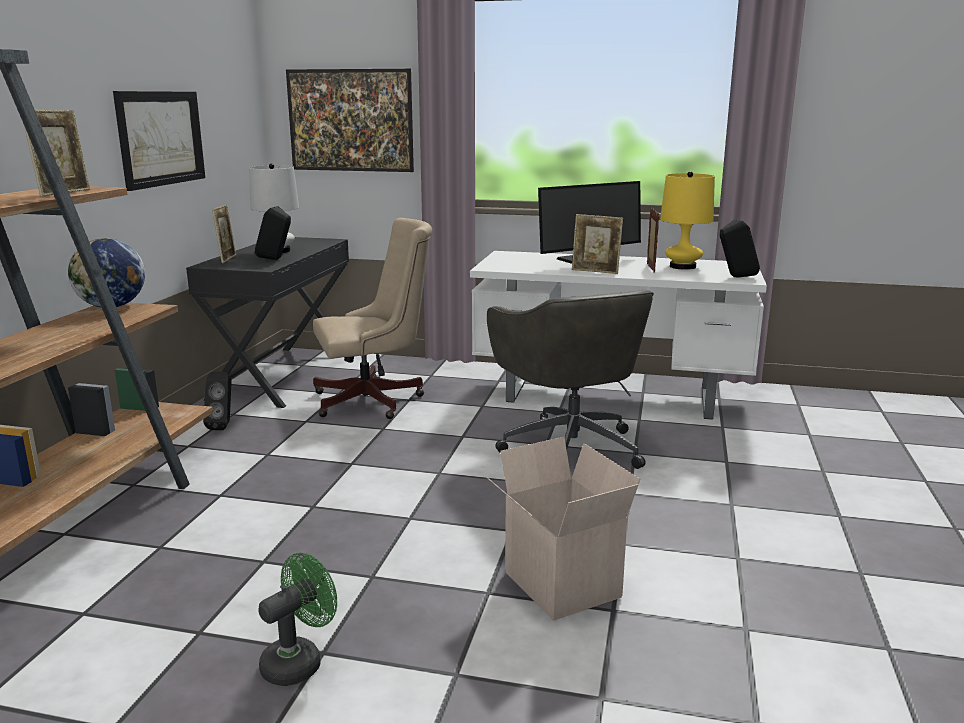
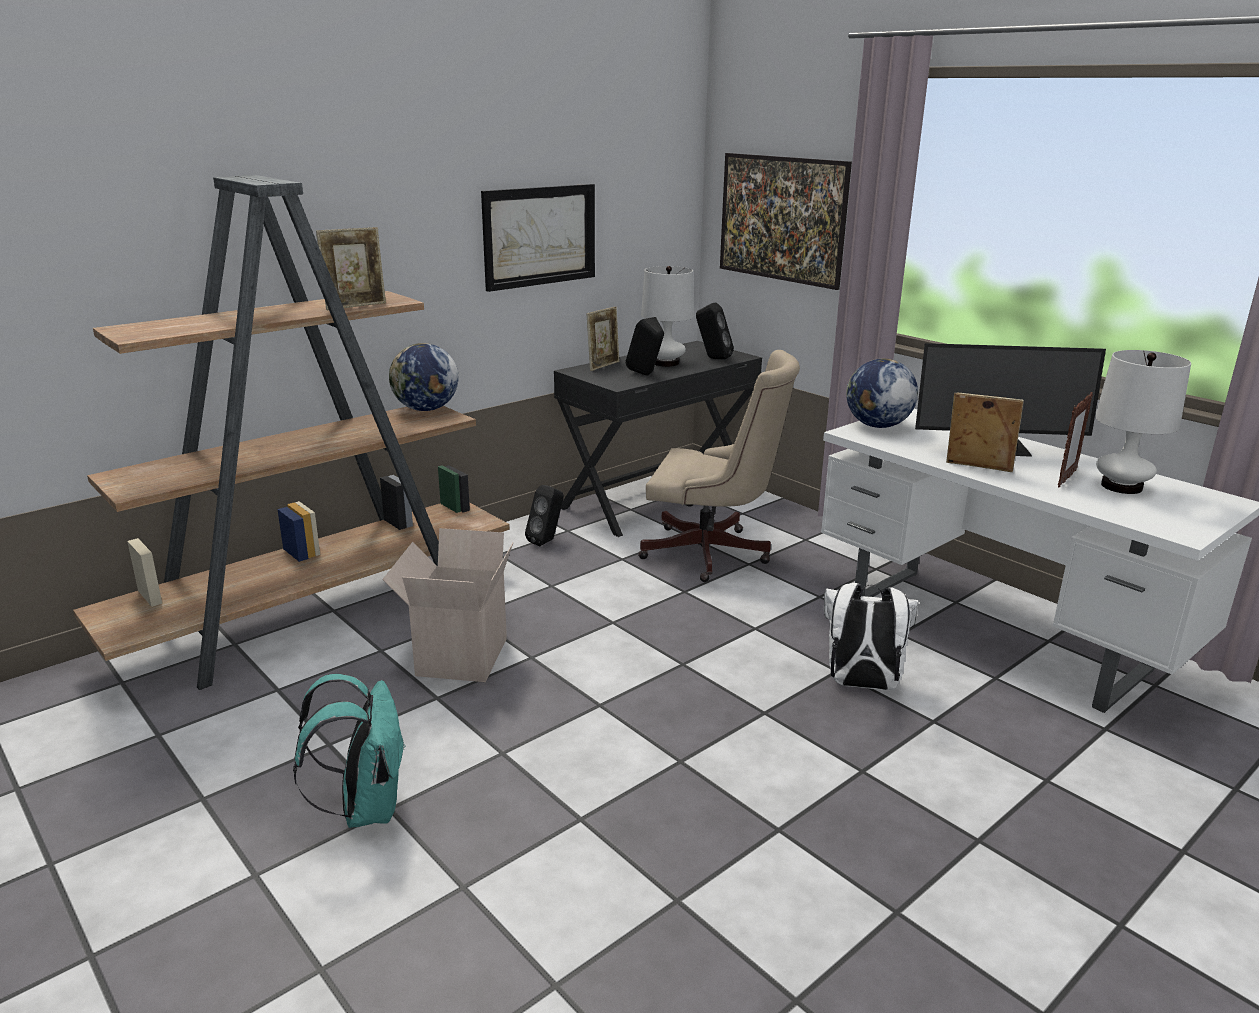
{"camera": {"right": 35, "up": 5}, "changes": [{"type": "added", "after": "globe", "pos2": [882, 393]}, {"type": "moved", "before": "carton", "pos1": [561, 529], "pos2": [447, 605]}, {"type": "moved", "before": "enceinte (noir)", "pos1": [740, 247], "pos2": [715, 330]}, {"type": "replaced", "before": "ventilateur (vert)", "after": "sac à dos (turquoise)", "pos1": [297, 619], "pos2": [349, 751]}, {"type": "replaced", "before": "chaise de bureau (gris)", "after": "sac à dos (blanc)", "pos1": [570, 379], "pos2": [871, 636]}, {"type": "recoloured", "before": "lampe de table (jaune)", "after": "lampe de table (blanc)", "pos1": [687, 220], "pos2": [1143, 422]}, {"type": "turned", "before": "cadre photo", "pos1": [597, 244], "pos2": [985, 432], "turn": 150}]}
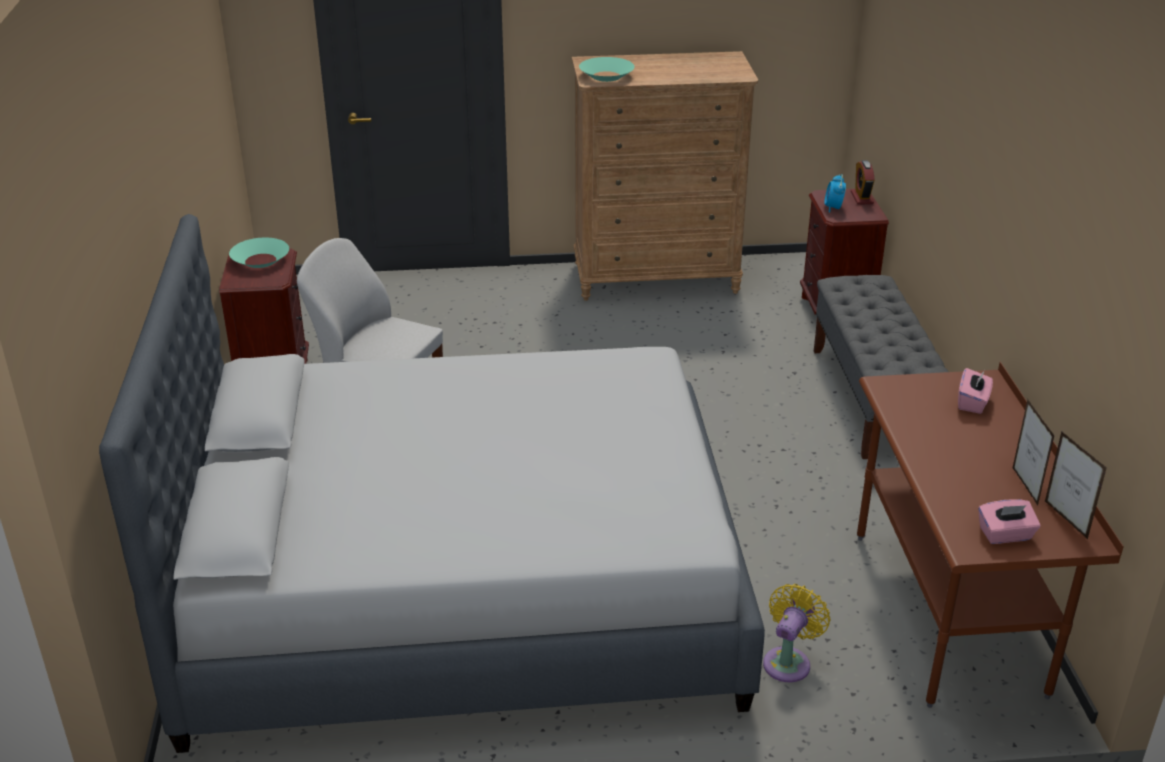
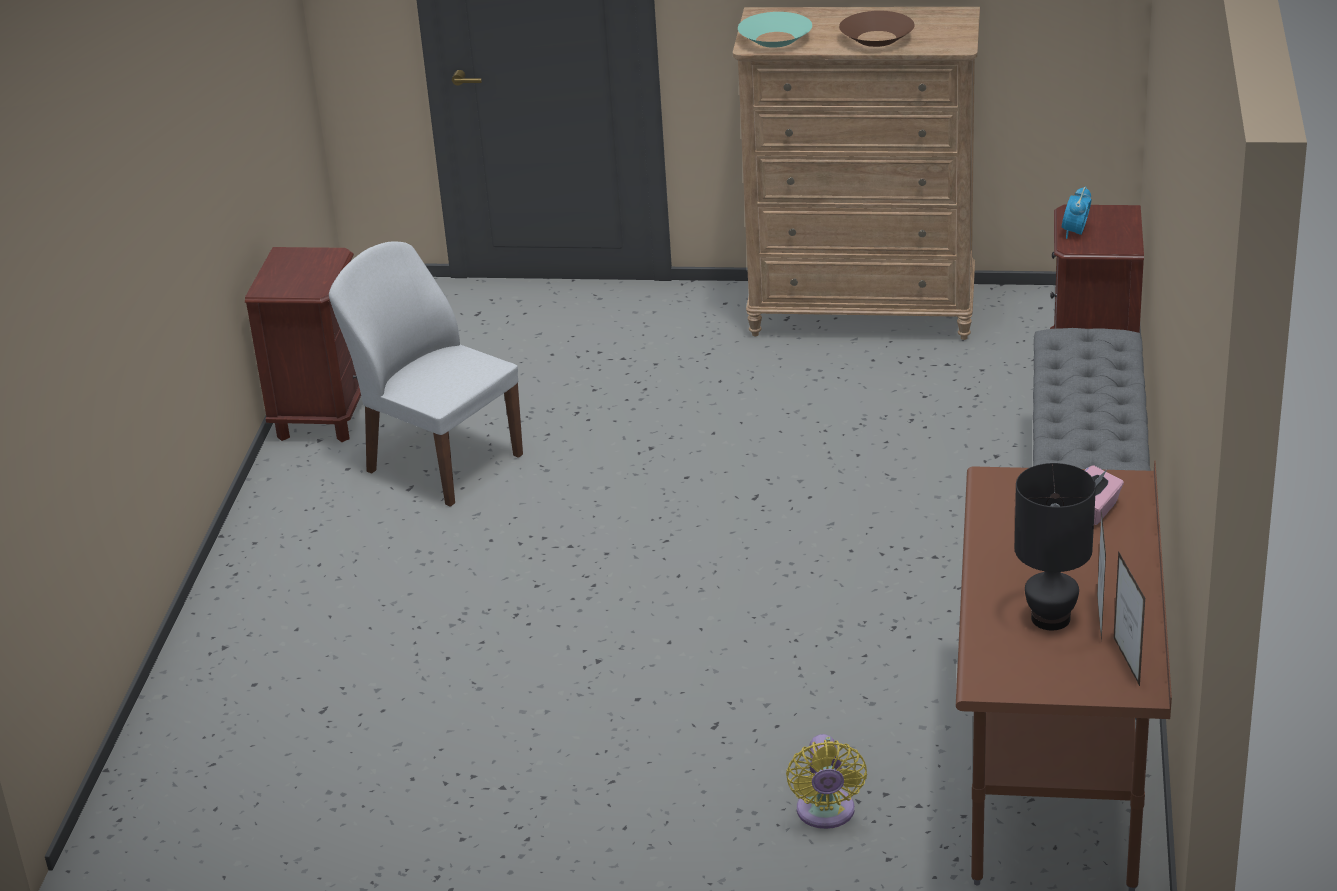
{"camera": {"right": 15, "up": 0}, "changes": [{"type": "removed", "before": "lit (gris)", "pos1": [432, 483]}, {"type": "removed", "before": "bol (turquoise)", "pos1": [259, 253]}, {"type": "removed", "before": "réveil", "pos1": [863, 182]}, {"type": "removed", "before": "boîte à mouchoirs (rose)", "pos1": [1009, 521]}, {"type": "added", "after": "bol (marron)", "pos2": [877, 29]}, {"type": "added", "after": "lampe de table (noir)", "pos2": [1055, 546]}, {"type": "turned", "before": "ventilateur (jaune)", "pos1": [796, 633], "pos2": [826, 781], "turn": 135}]}
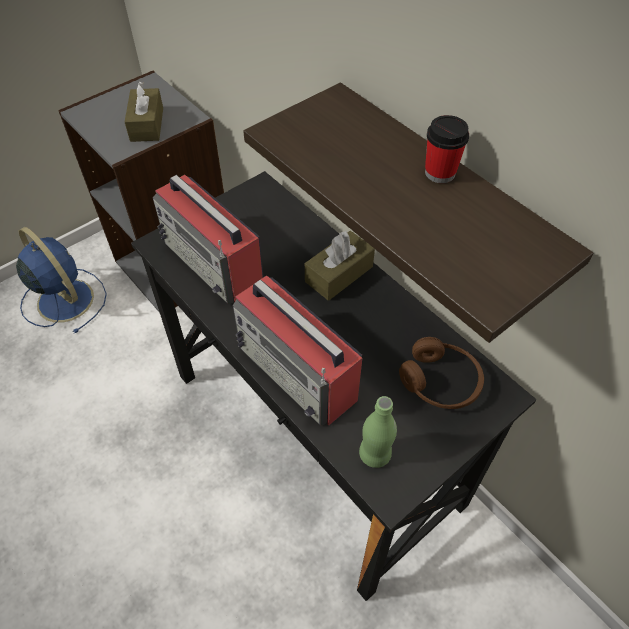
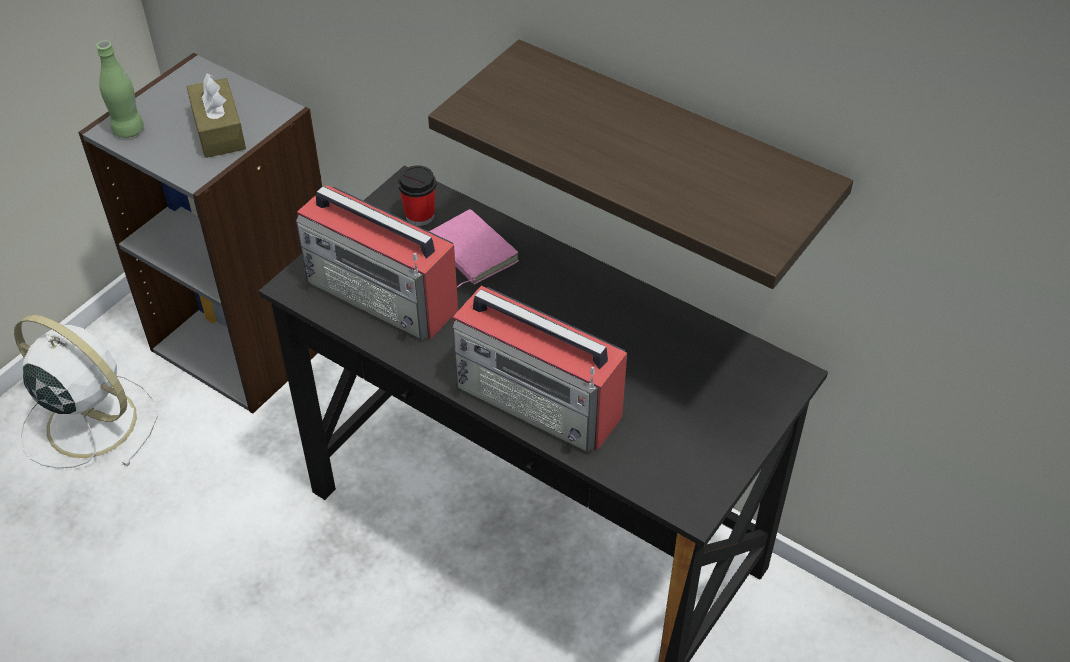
{"camera": {"right": -15, "up": -5}, "changes": [{"type": "removed", "before": "boîte à mouchoirs (marron)", "pos1": [340, 265]}, {"type": "removed", "before": "casque audio (marron)", "pos1": [441, 373]}, {"type": "added", "after": "livre (rose)", "pos2": [474, 248]}, {"type": "moved", "before": "bouteille (vert)", "pos1": [378, 432], "pos2": [120, 89]}, {"type": "moved", "before": "tasse", "pos1": [447, 149], "pos2": [417, 195]}, {"type": "recoloured", "before": "ventilateur (bleu)", "after": "ventilateur (blanc)", "pos1": [61, 280], "pos2": [86, 391]}]}
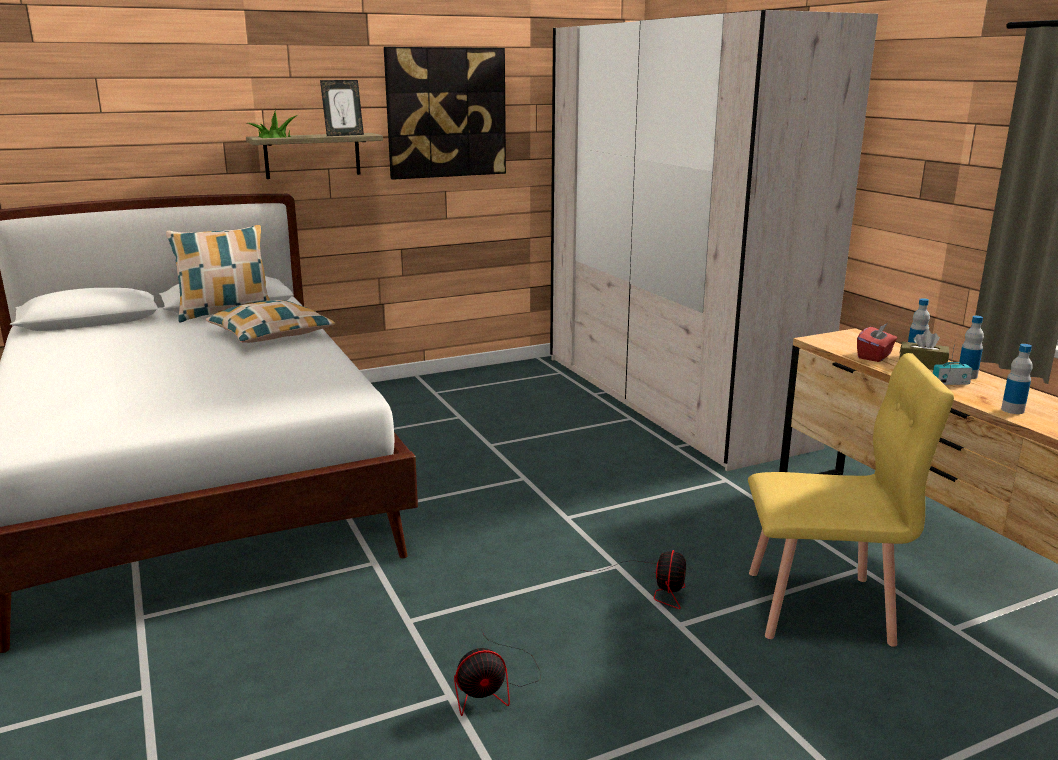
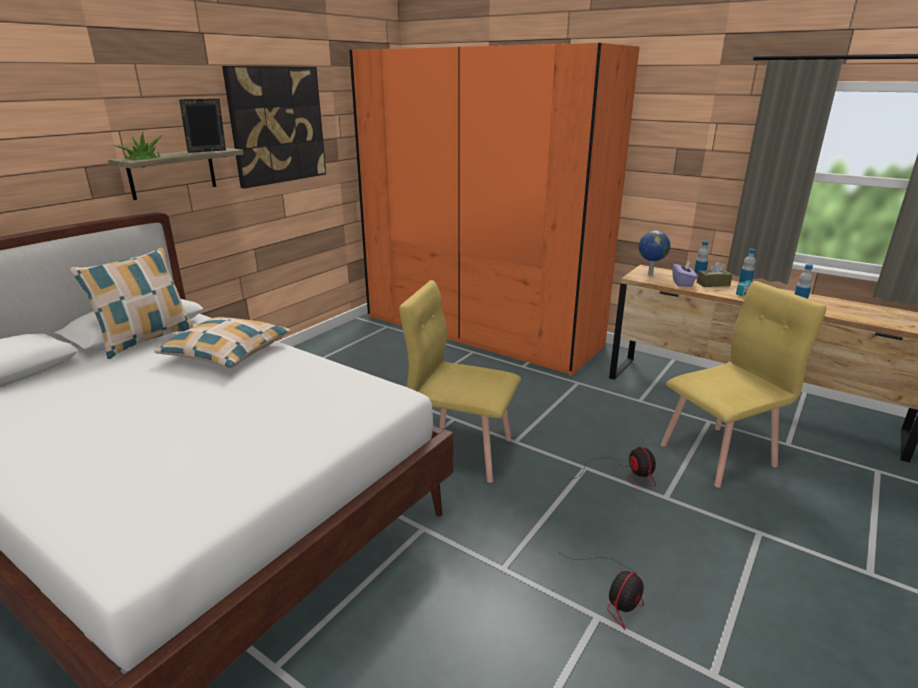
{"camera": {"right": -30, "up": 5}, "changes": [{"type": "added", "after": "chaise (jaune)", "pos2": [460, 381]}, {"type": "added", "after": "globe", "pos2": [654, 253]}, {"type": "recoloured", "before": "armoire (beige)", "after": "armoire (orange)", "pos1": [714, 240], "pos2": [494, 209]}, {"type": "recoloured", "before": "boîte à mouchoirs (rouge)", "after": "boîte à mouchoirs (violet)", "pos1": [877, 342], "pos2": [685, 273]}, {"type": "turned", "before": "cadre photo", "pos1": [342, 108], "pos2": [202, 126], "turn": -150}]}
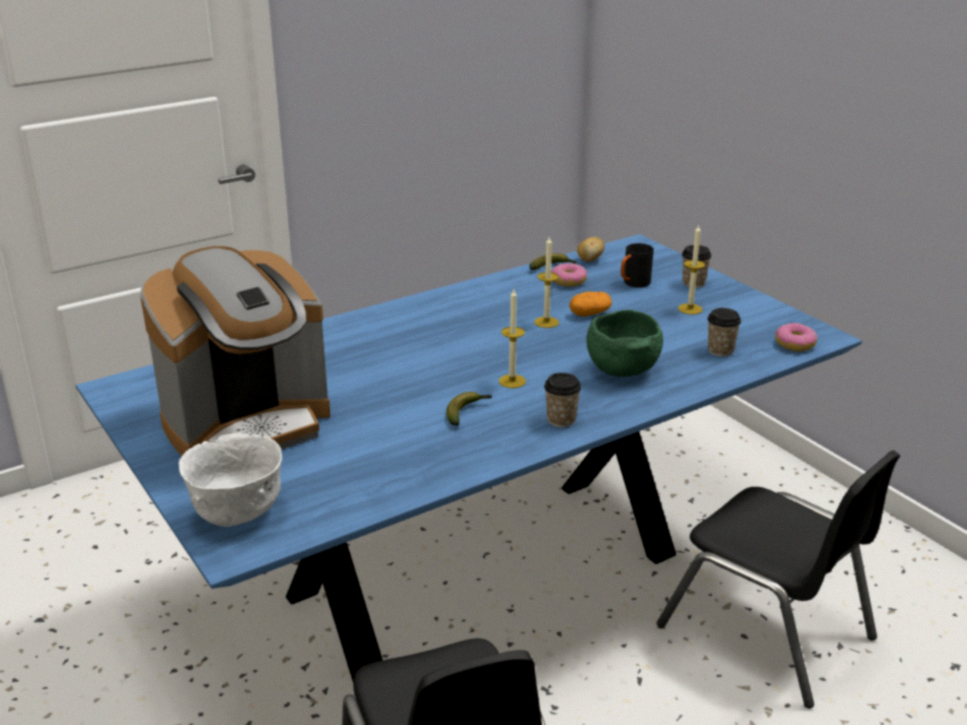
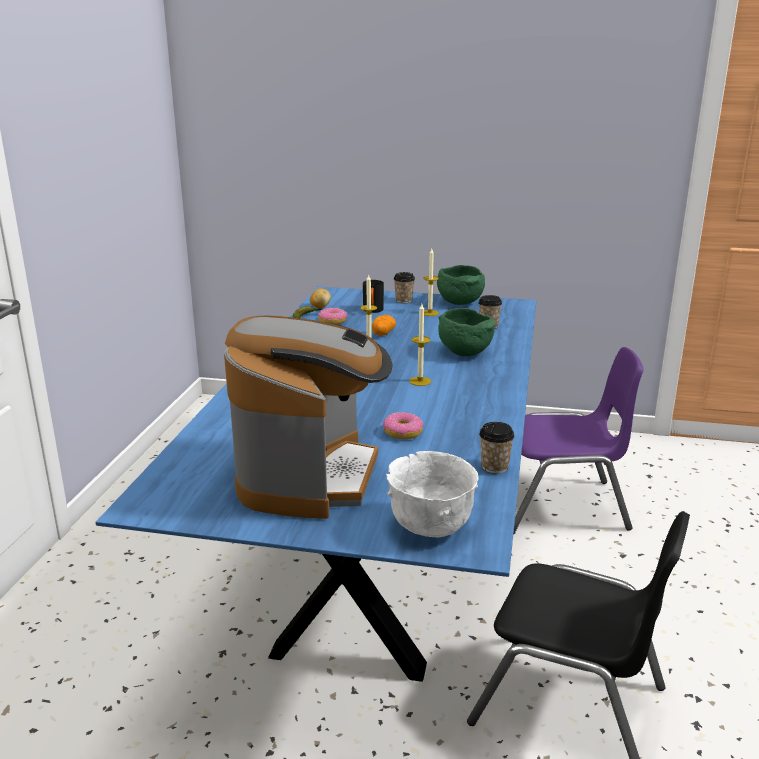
{"camera": {"right": -45, "up": -5}, "changes": [{"type": "removed", "before": "banane", "pos1": [469, 408]}, {"type": "added", "after": "bol (vert)", "pos2": [461, 285]}, {"type": "moved", "before": "tasse", "pos1": [562, 400], "pos2": [497, 448]}, {"type": "moved", "before": "beignet", "pos1": [796, 337], "pos2": [403, 425]}, {"type": "recoloured", "before": "chaise (noir)", "after": "chaise (violet)", "pos1": [778, 579], "pos2": [578, 440]}]}
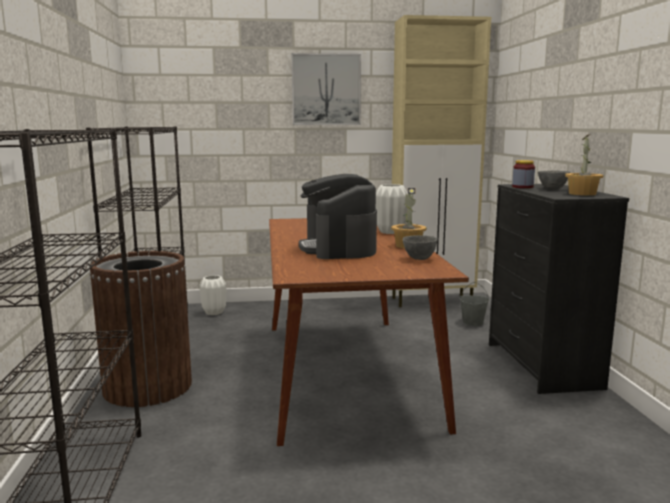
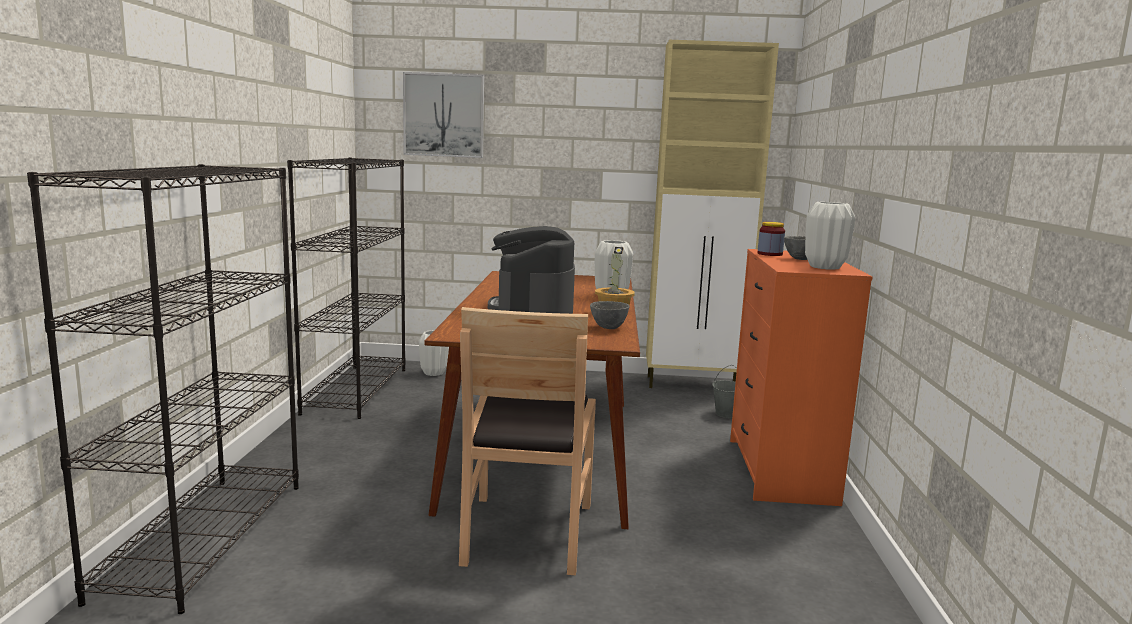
{"camera": {"right": 10, "up": 0}, "changes": [{"type": "removed", "before": "poubelle (marron)", "pos1": [140, 329]}, {"type": "added", "after": "chaise (marron)", "pos2": [527, 441]}, {"type": "moved", "before": "tableau", "pos1": [326, 89], "pos2": [443, 115]}, {"type": "replaced", "before": "plante en pot", "after": "vase (blanc)", "pos1": [584, 165], "pos2": [830, 236]}, {"type": "recoloured", "before": "commode (noir)", "after": "commode (orange)", "pos1": [559, 289], "pos2": [801, 377]}]}
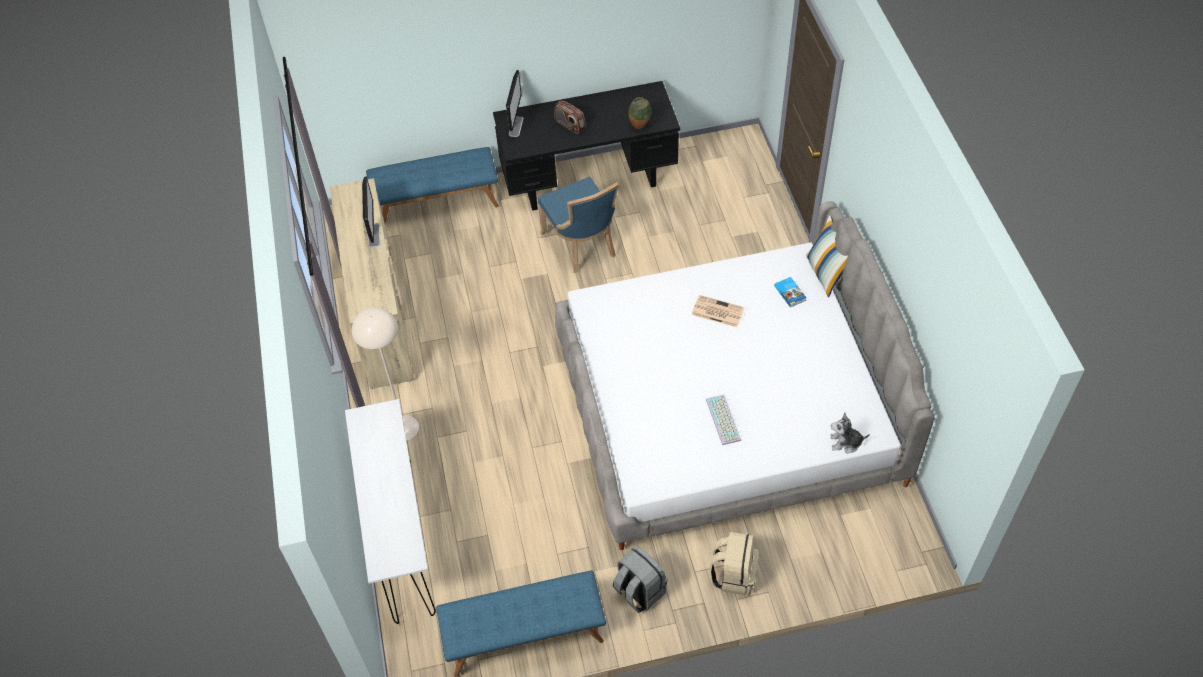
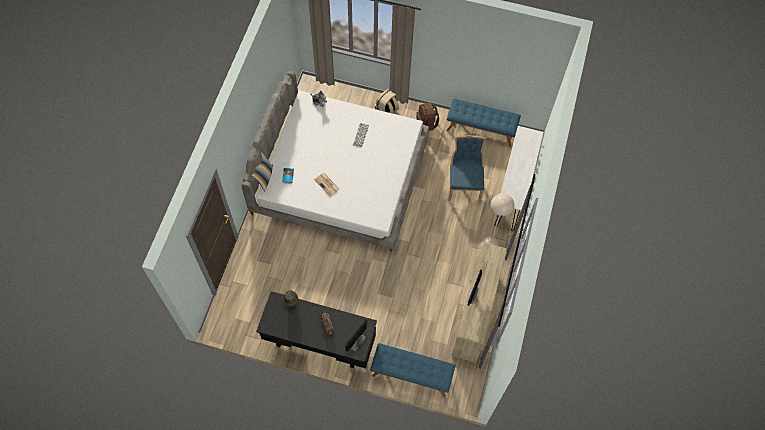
{"camera": {"right": -155, "up": 10}, "changes": [{"type": "moved", "before": "chaise (bleu)", "pos1": [578, 225], "pos2": [467, 168]}, {"type": "recoloured", "before": "sac à dos (gris)", "after": "sac à dos (marron)", "pos1": [640, 579], "pos2": [427, 116]}]}
